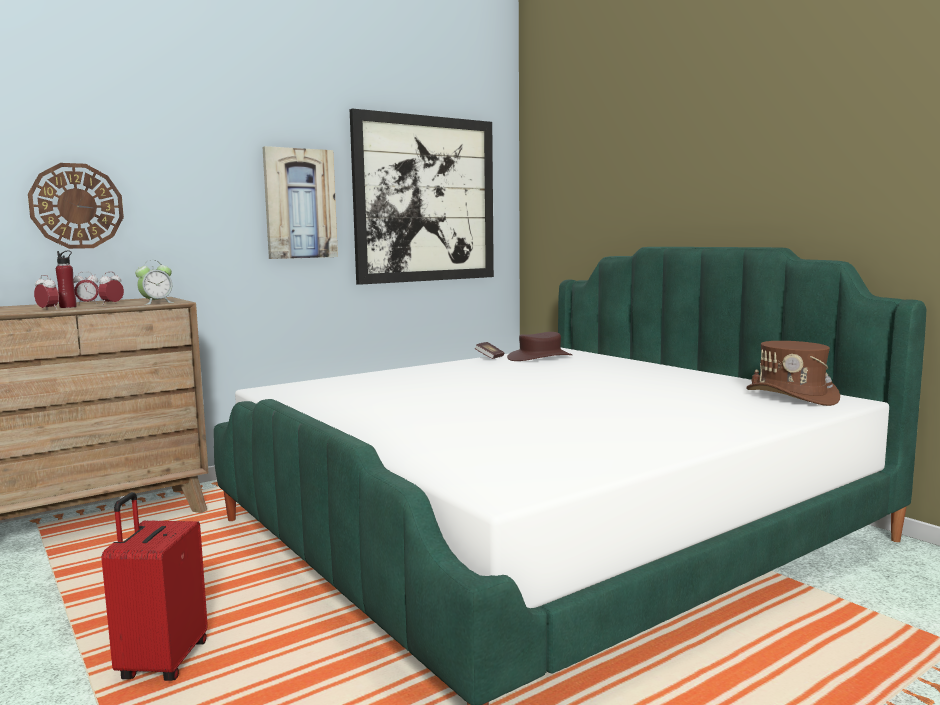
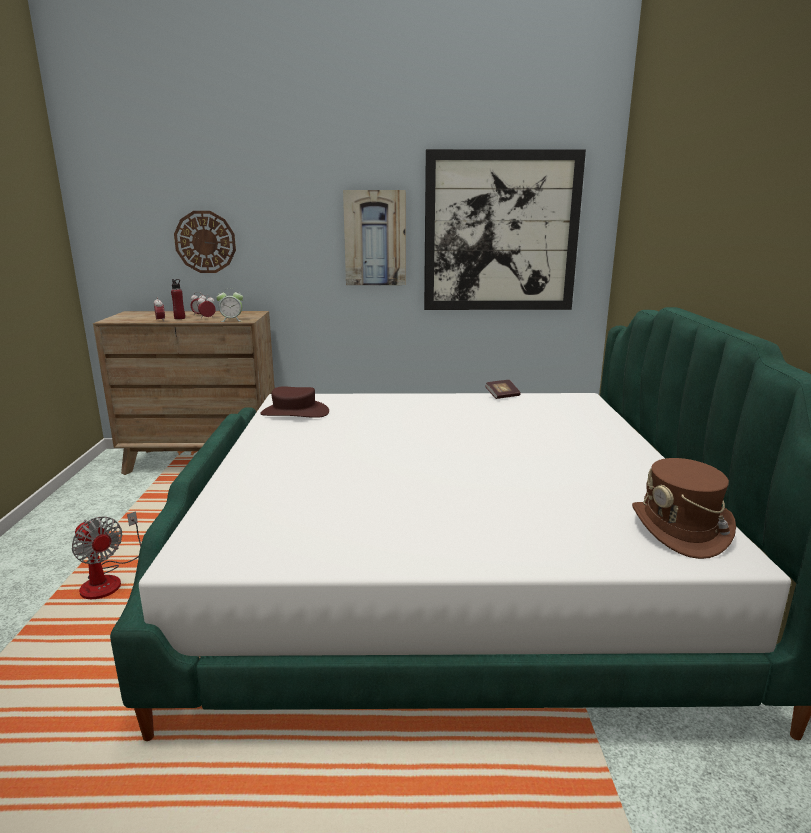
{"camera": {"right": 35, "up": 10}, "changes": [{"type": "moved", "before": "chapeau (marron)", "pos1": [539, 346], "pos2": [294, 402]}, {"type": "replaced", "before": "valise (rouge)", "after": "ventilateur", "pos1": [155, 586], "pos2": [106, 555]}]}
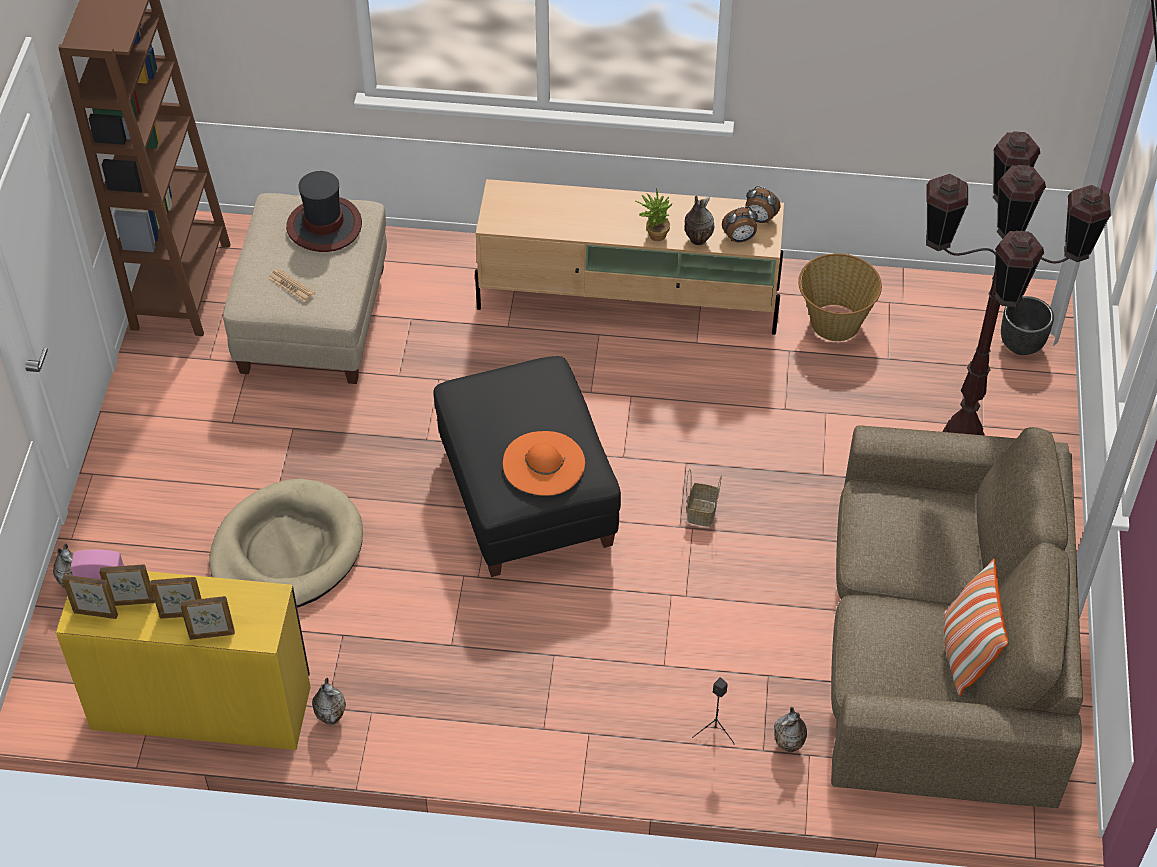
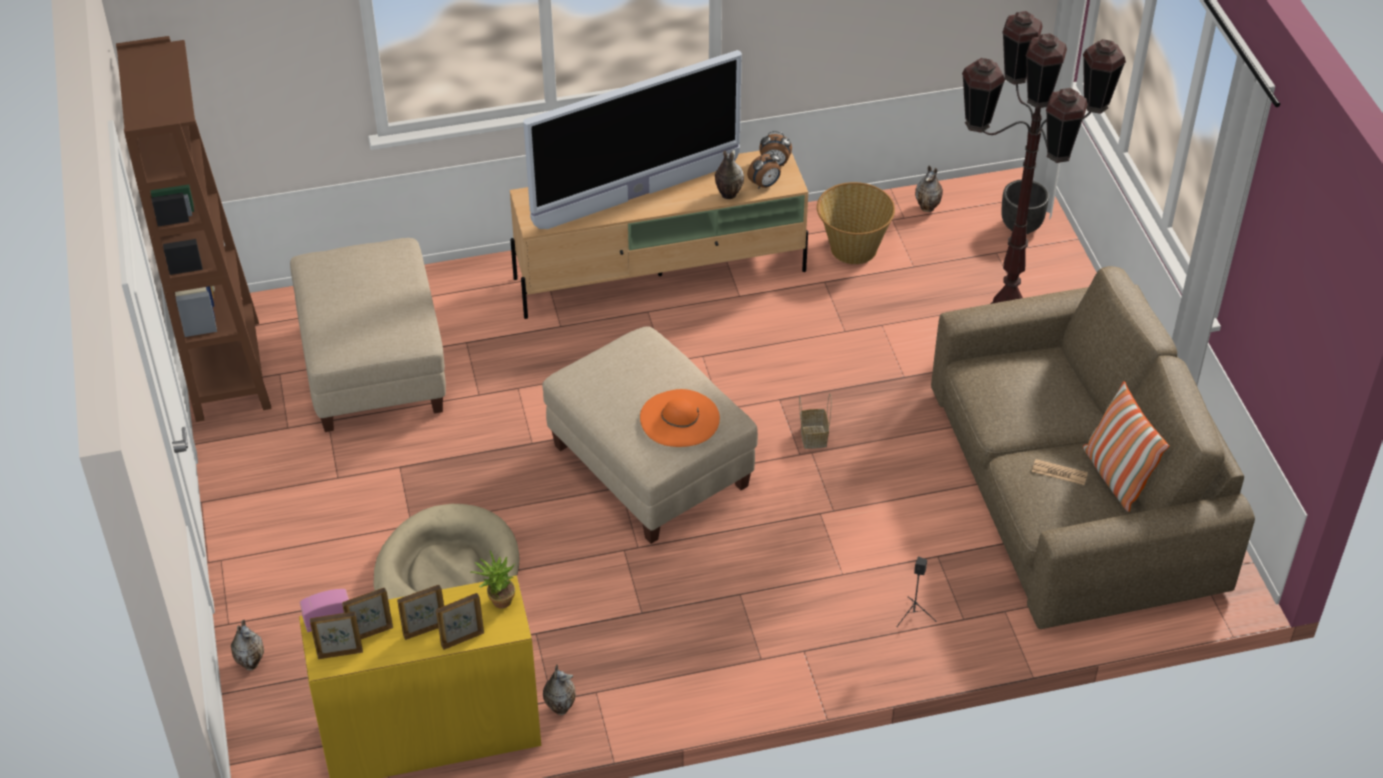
{"camera": {"right": -20, "up": -5}, "changes": [{"type": "removed", "before": "chapeau", "pos1": [324, 211]}, {"type": "added", "after": "téléviseur", "pos2": [632, 139]}, {"type": "moved", "before": "journal", "pos1": [291, 285], "pos2": [1060, 472]}, {"type": "moved", "before": "plante en pot", "pos1": [654, 214], "pos2": [493, 580]}, {"type": "moved", "before": "vase", "pos1": [790, 730], "pos2": [929, 188]}, {"type": "recoloured", "before": "pouf (noir)", "after": "pouf (beige)", "pos1": [527, 466], "pos2": [650, 435]}]}
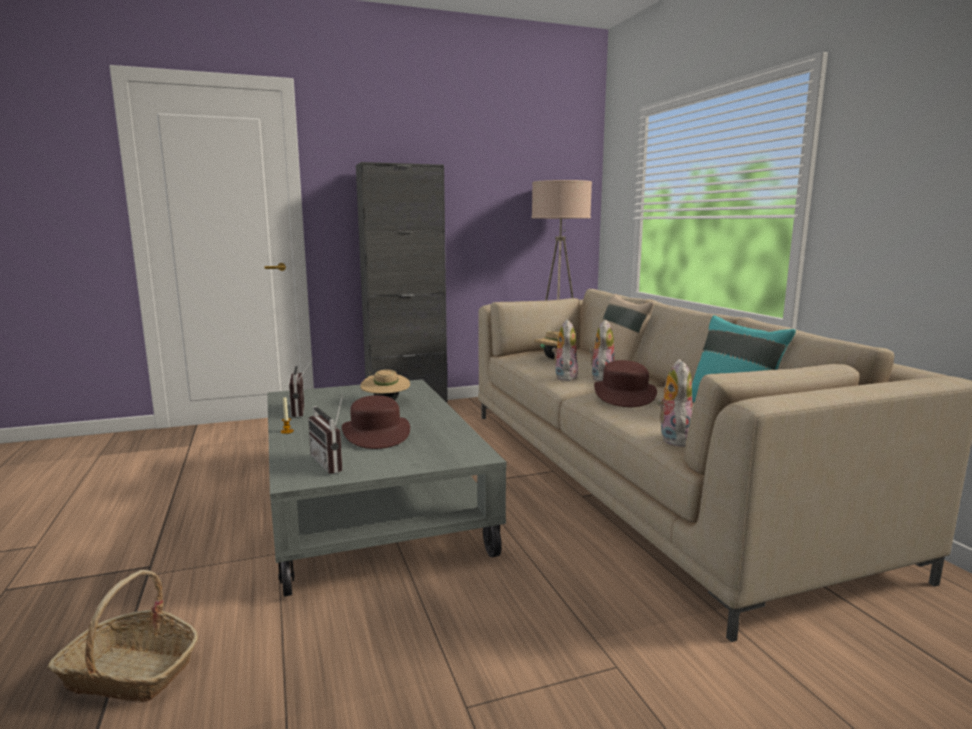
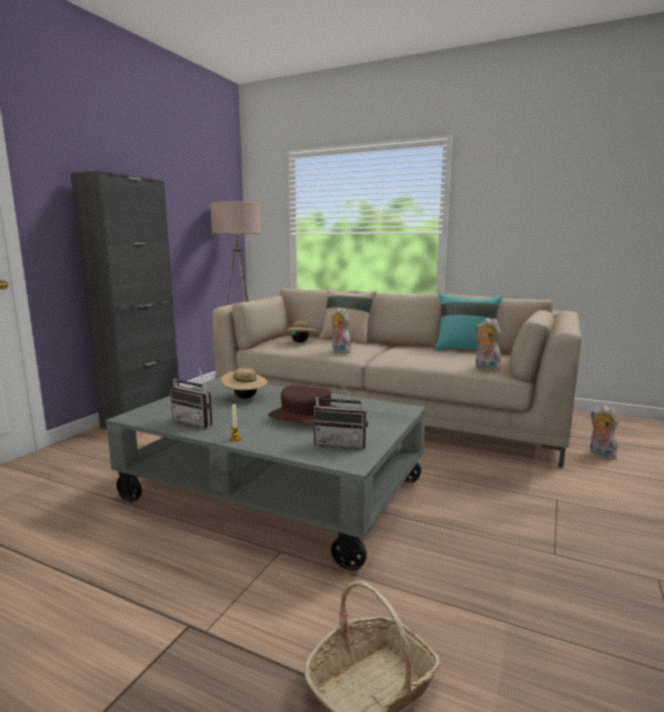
{"camera": {"right": -45, "up": 0}, "changes": [{"type": "removed", "before": "chapeau (marron)", "pos1": [625, 383]}, {"type": "moved", "before": "peluche", "pos1": [602, 350], "pos2": [604, 432]}]}
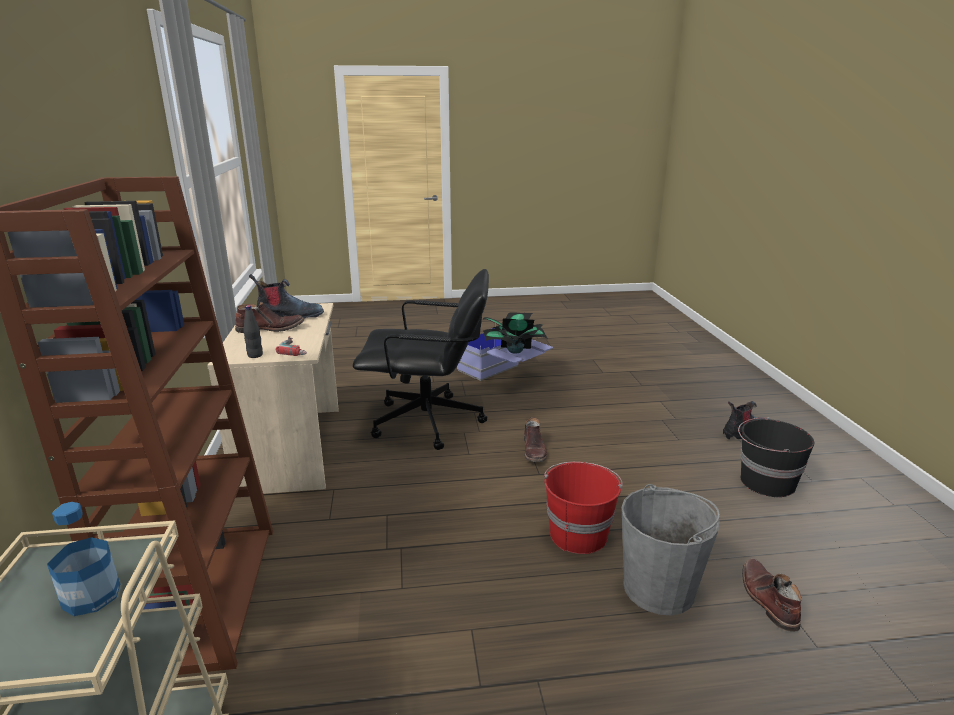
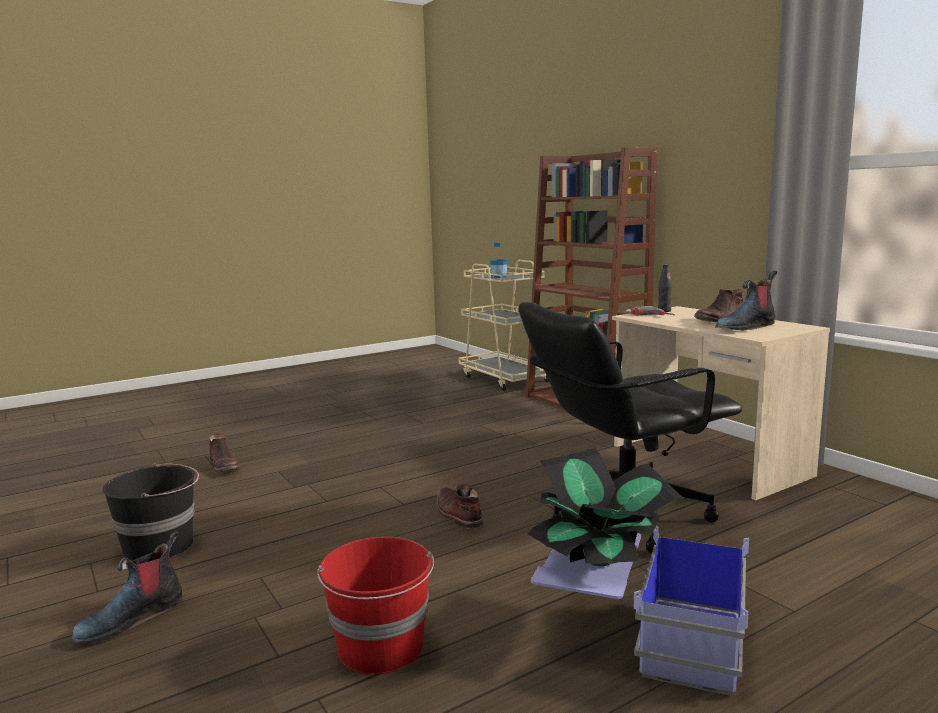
{"camera": {"right": 155, "up": -10}, "changes": [{"type": "removed", "before": "seau (gris)", "pos1": [671, 549]}, {"type": "moved", "before": "seau (rouge)", "pos1": [583, 508], "pos2": [375, 605]}]}
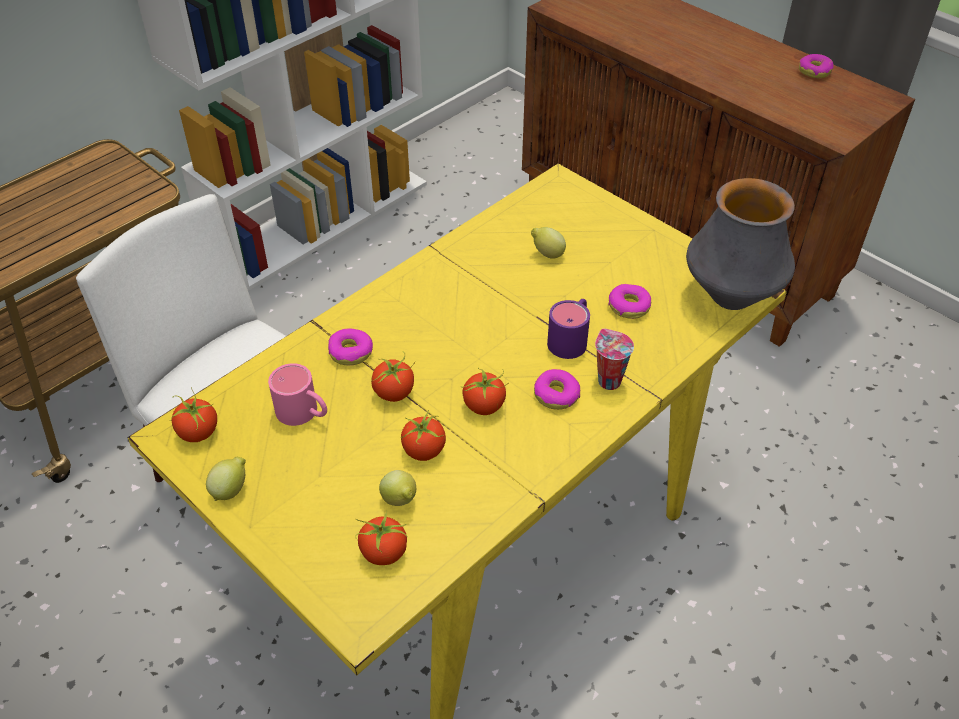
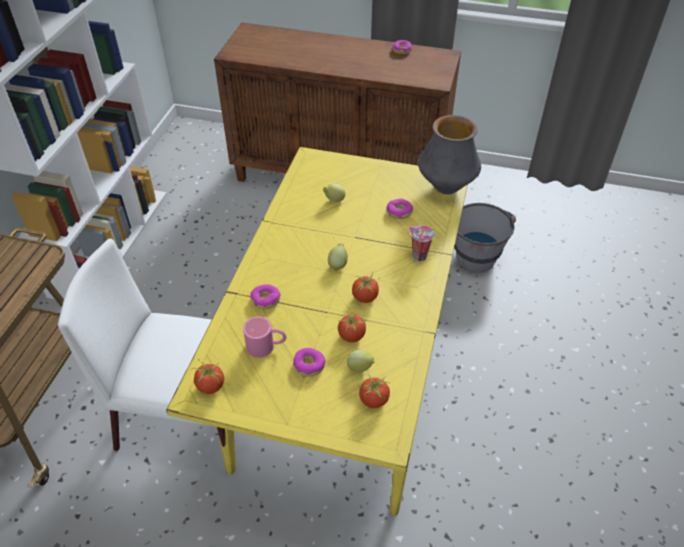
{"camera": {"right": -30, "up": 0}, "changes": [{"type": "removed", "before": "tomate", "pos1": [393, 377]}, {"type": "removed", "before": "mug (violet)", "pos1": [568, 329]}, {"type": "added", "after": "seau (gris)", "pos2": [485, 238]}, {"type": "moved", "before": "citron", "pos1": [226, 478], "pos2": [338, 257]}, {"type": "moved", "before": "beignet", "pos1": [557, 389], "pos2": [309, 362]}]}
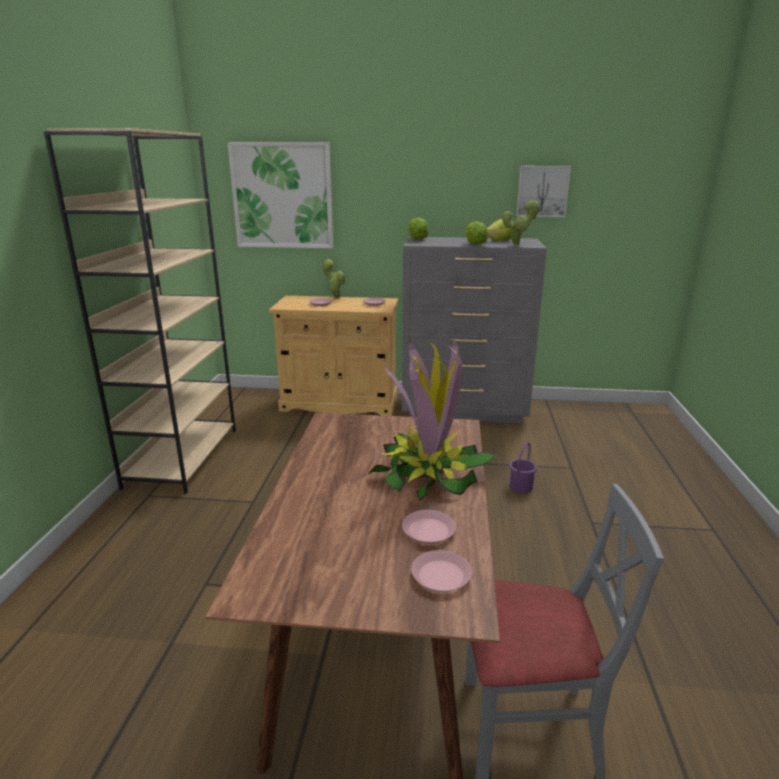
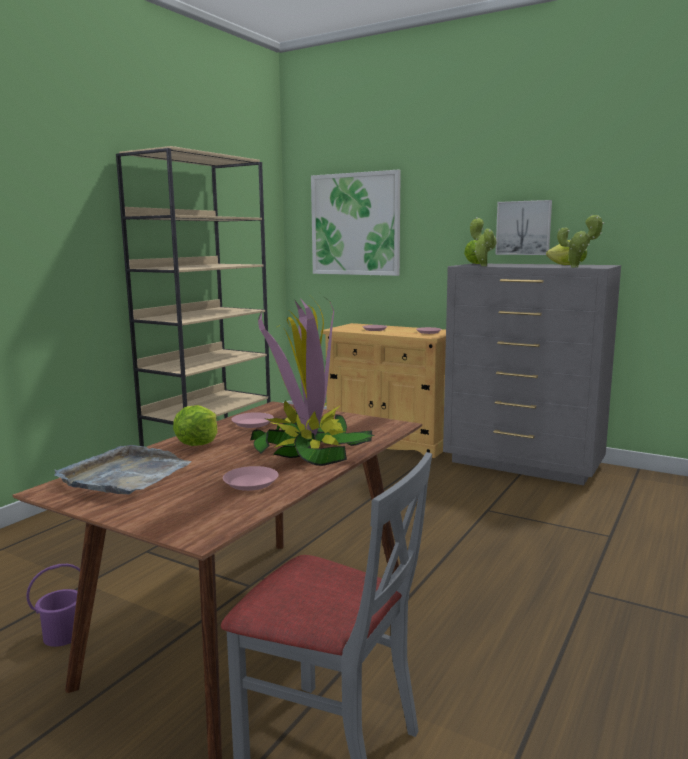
{"camera": {"right": 25, "up": -10}, "changes": [{"type": "added", "after": "plateau (gris)", "pos2": [123, 470]}, {"type": "moved", "before": "plante en pot", "pos1": [334, 279], "pos2": [483, 241]}, {"type": "moved", "before": "assiette (rose)", "pos1": [441, 571], "pos2": [252, 420]}, {"type": "moved", "before": "laitue", "pos1": [476, 233], "pos2": [195, 425]}, {"type": "moved", "before": "seau (violet)", "pos1": [523, 467], "pos2": [53, 605]}, {"type": "moved", "before": "tableau", "pos1": [543, 191], "pos2": [523, 227]}]}
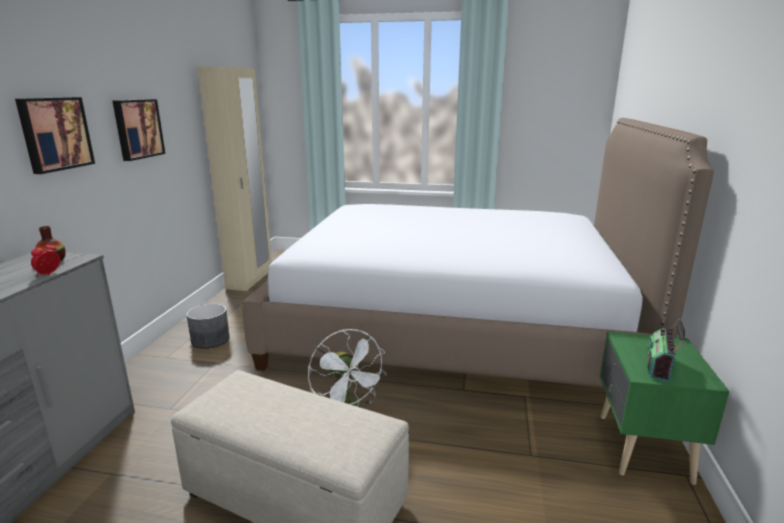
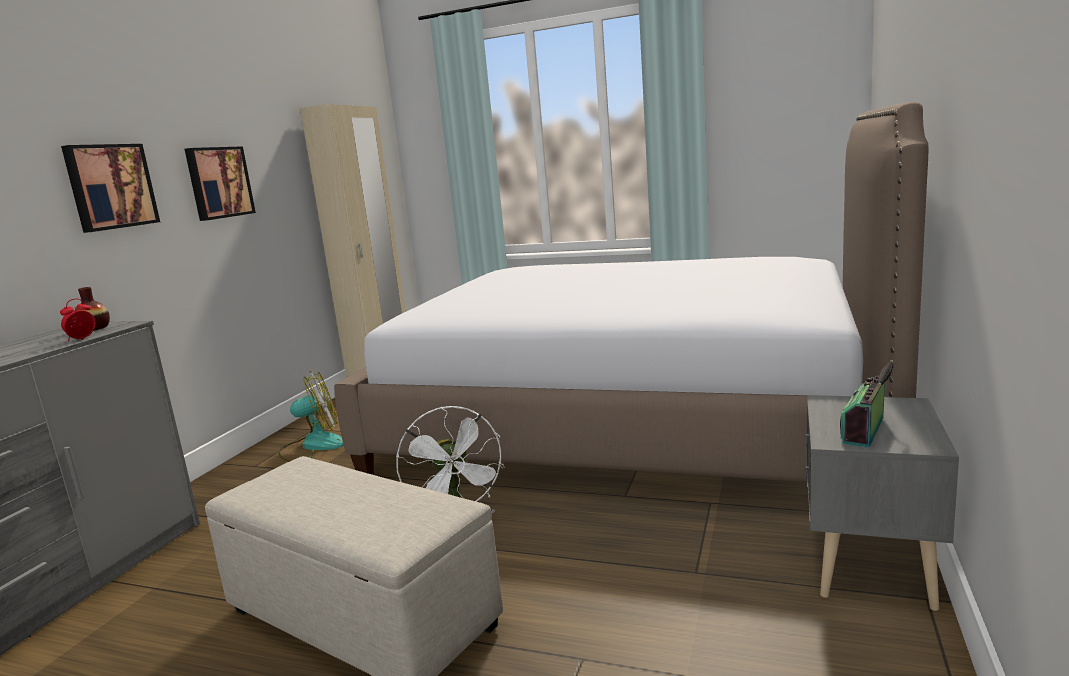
{"camera": {"right": 10, "up": -5}, "changes": [{"type": "replaced", "before": "cache-pot (gris)", "after": "ventilateur", "pos1": [208, 326], "pos2": [311, 416]}, {"type": "recoloured", "before": "table de chevet (vert)", "after": "table de chevet (gris)", "pos1": [664, 408], "pos2": [882, 503]}]}
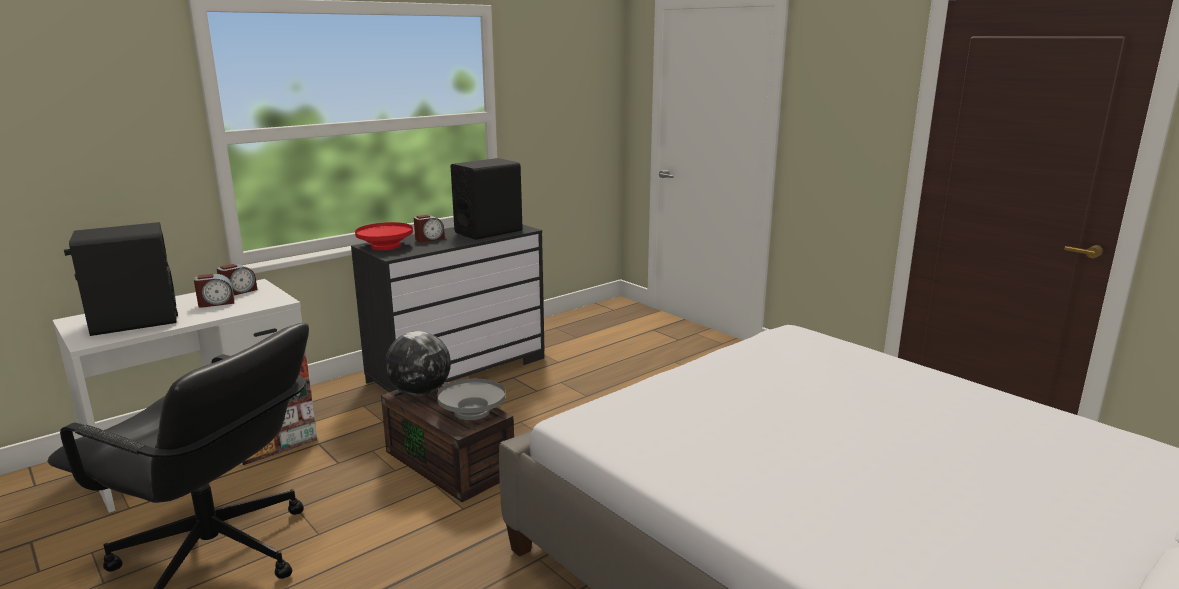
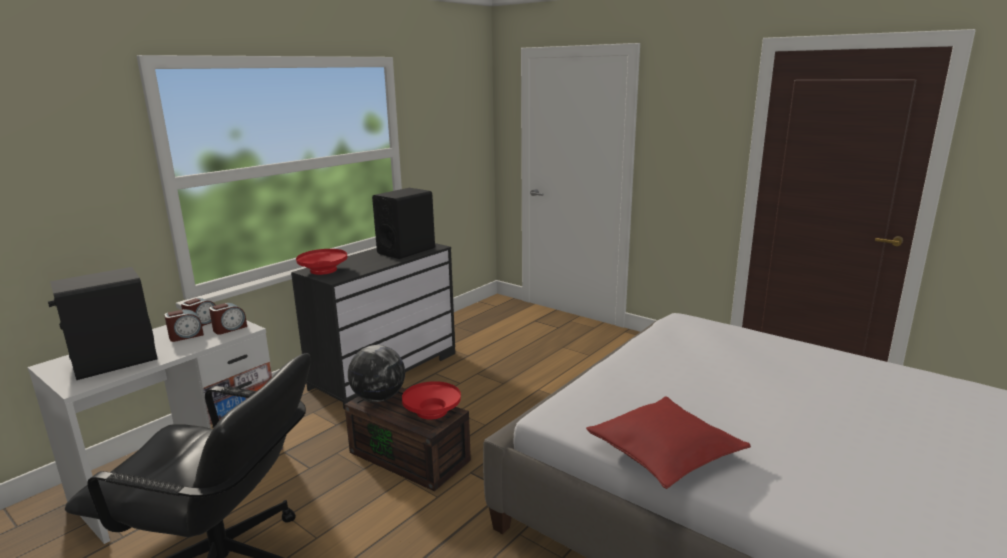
{"camera": {"right": -10, "up": 0}, "changes": [{"type": "added", "after": "coussin (rouge)", "pos2": [668, 442]}, {"type": "moved", "before": "réveil", "pos1": [429, 228], "pos2": [228, 319]}, {"type": "recoloured", "before": "bol (gris)", "after": "bol (rouge)", "pos1": [471, 399], "pos2": [431, 400]}]}
